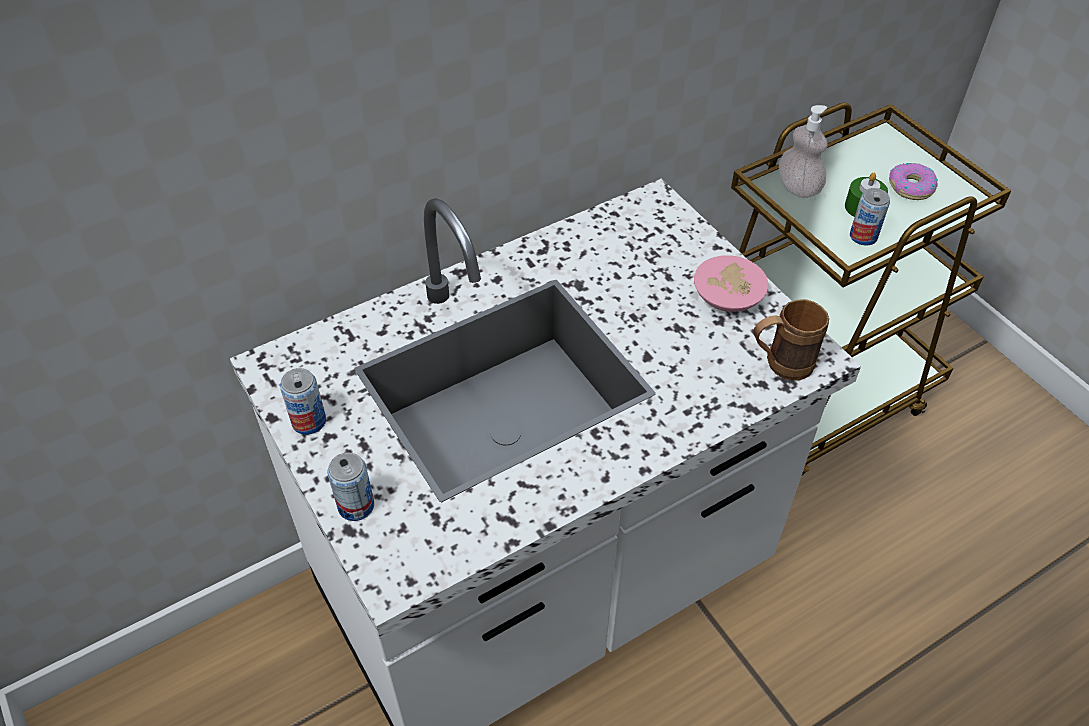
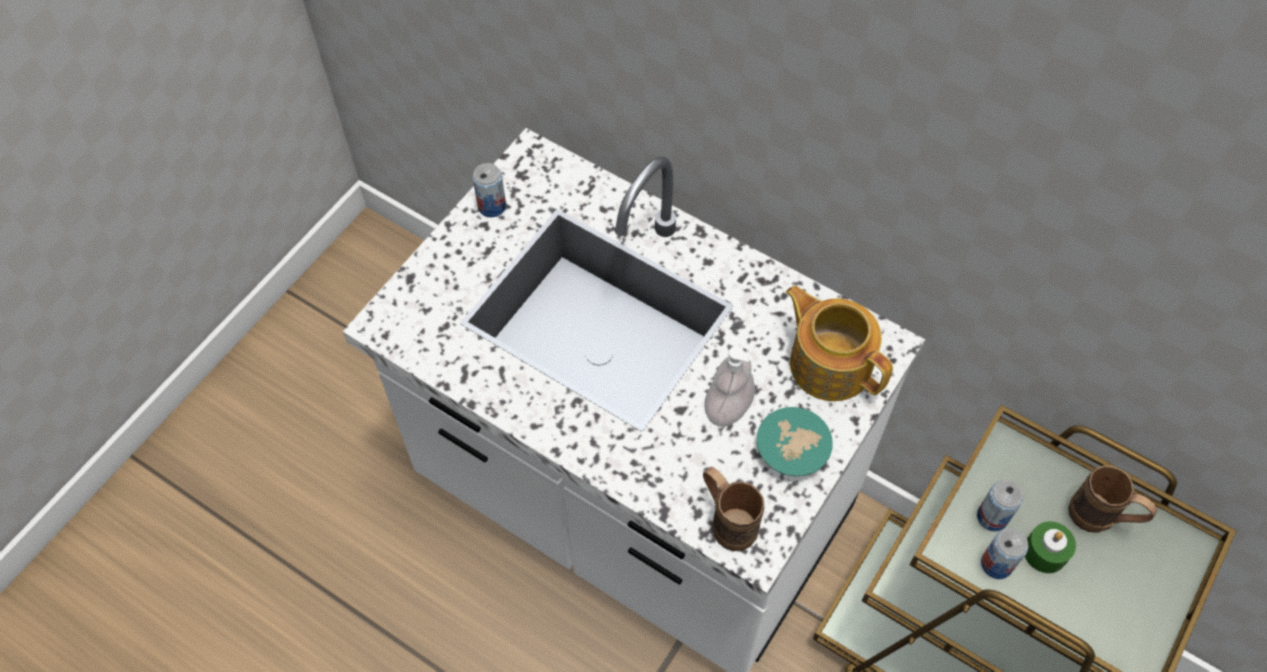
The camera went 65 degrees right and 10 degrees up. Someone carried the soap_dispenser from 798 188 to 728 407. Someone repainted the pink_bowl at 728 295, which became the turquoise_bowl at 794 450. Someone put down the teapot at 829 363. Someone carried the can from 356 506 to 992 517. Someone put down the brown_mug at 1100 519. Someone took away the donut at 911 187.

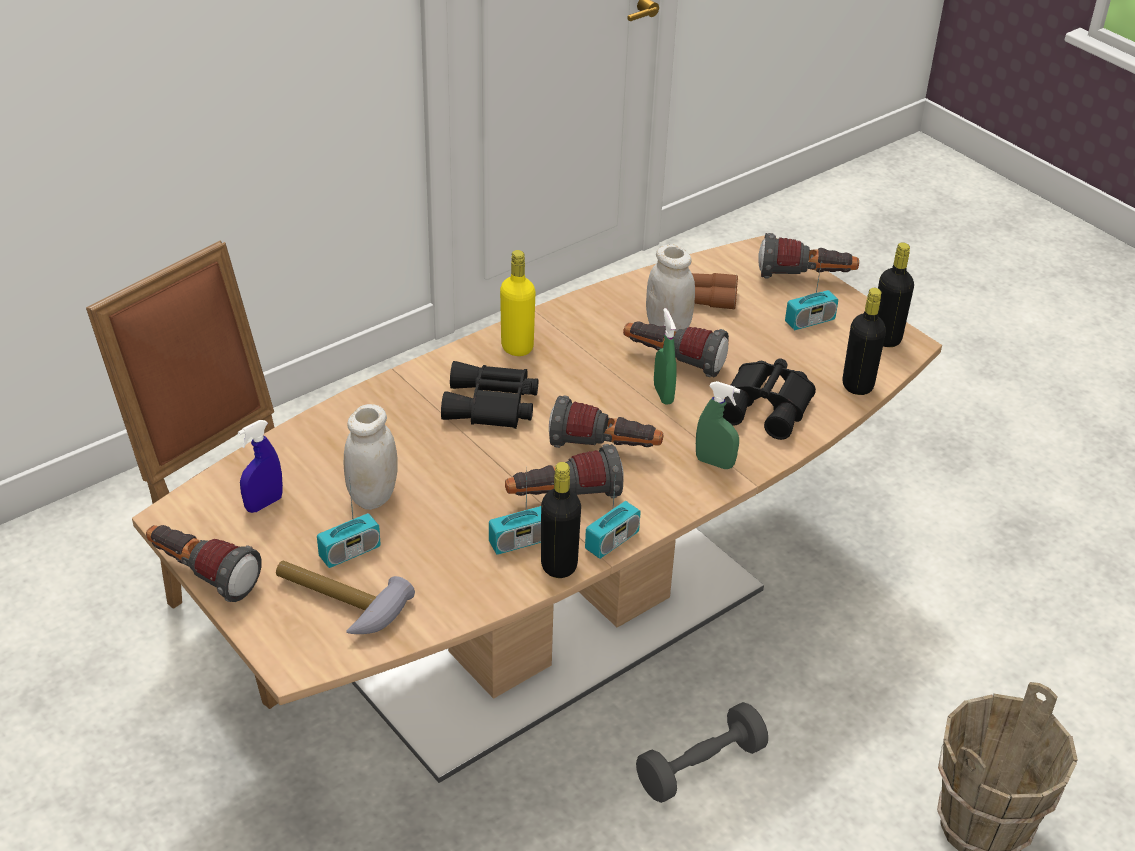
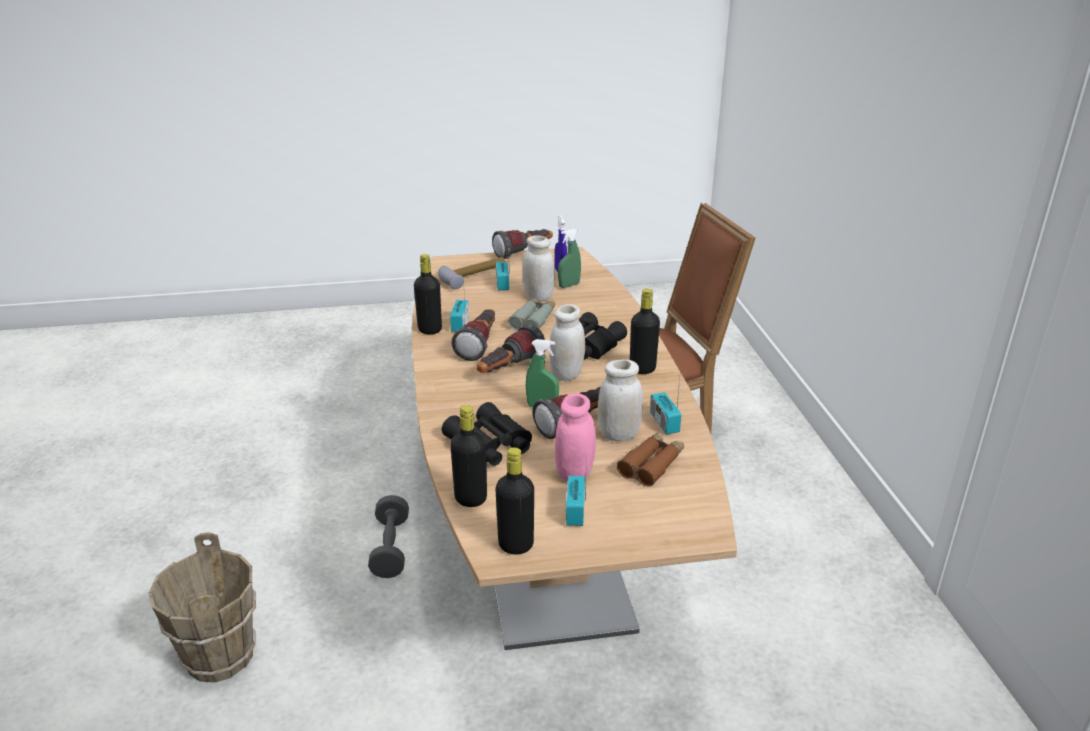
The camera went 120 degrees right and 10 degrees down. Someone put down the grey_binoculars at 533 320. Someone put down the white_jar at 567 374. Someone put down the pink_jar at 574 474. Someone carried the green_spray_bottle from 714 463 to 569 285. Someone repainted the yellow_bottle at 517 347, which became the black_bottle at 642 369. Someone carried the radio from 612 541 to 664 423. Someone took away the flashlight at 805 278.

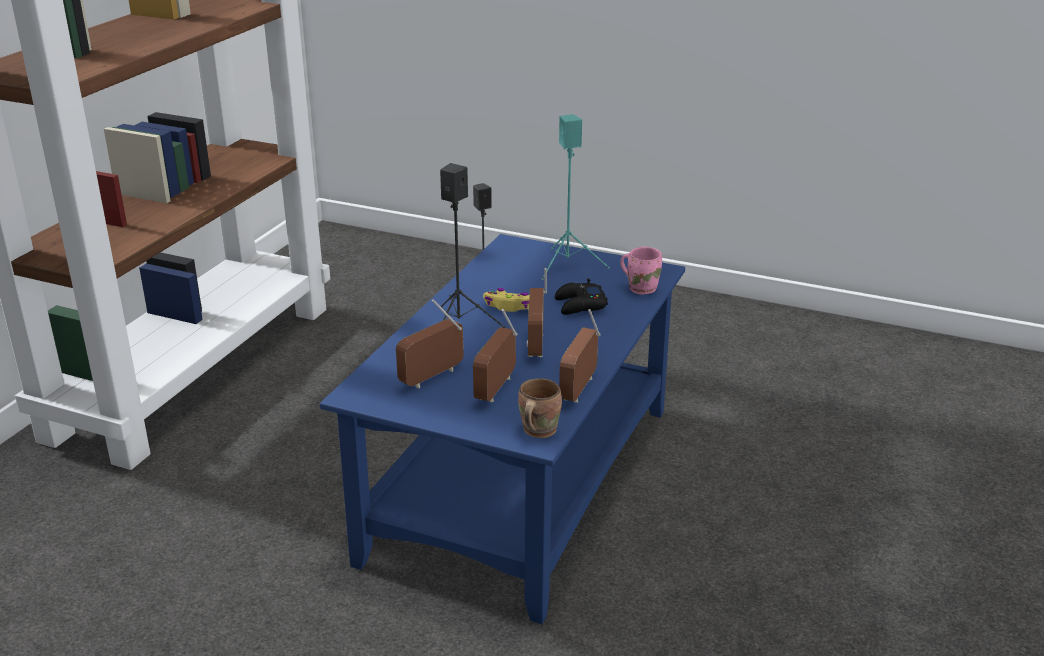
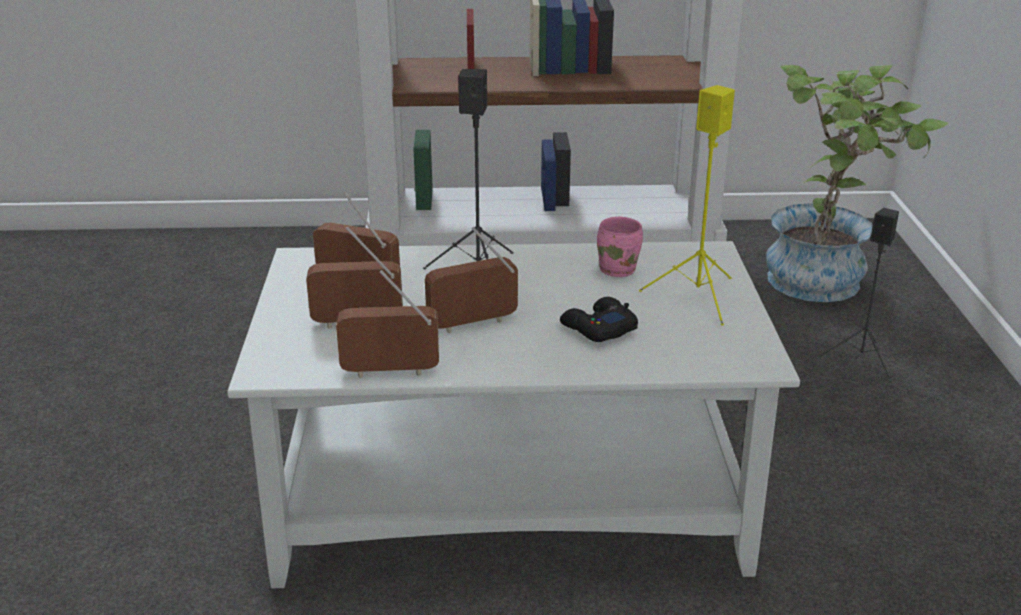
The camera went 65 degrees right and 0 degrees up. Someone repainted the blue_coffee_table at 521 485, which became the white_coffee_table at 506 501. Someone carried the pink_mug from 641 288 to 619 269. Someone repainted the turquoise_speaker at 568 265, which became the yellow_speaker at 698 297. Someone put down the potted_plant at 827 279. Someone took away the yellow_game_controller at 510 306. Someone took away the brown_mug at 536 430.

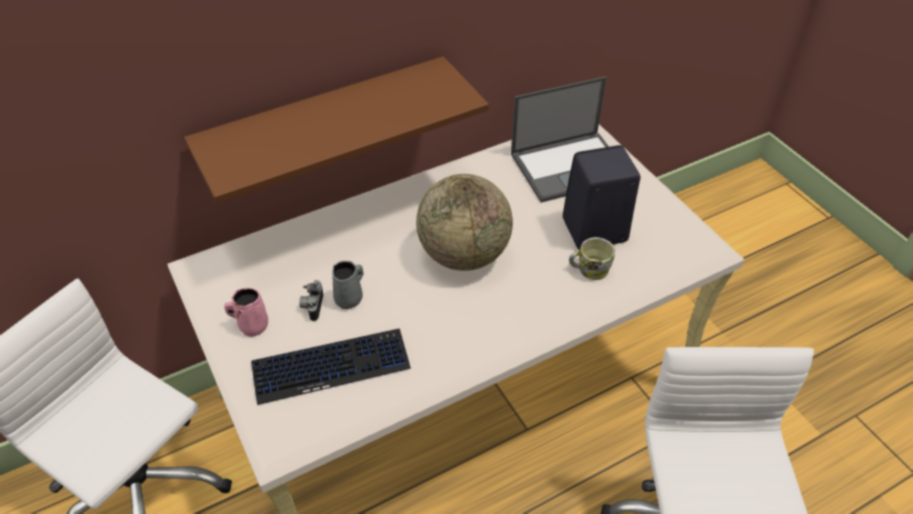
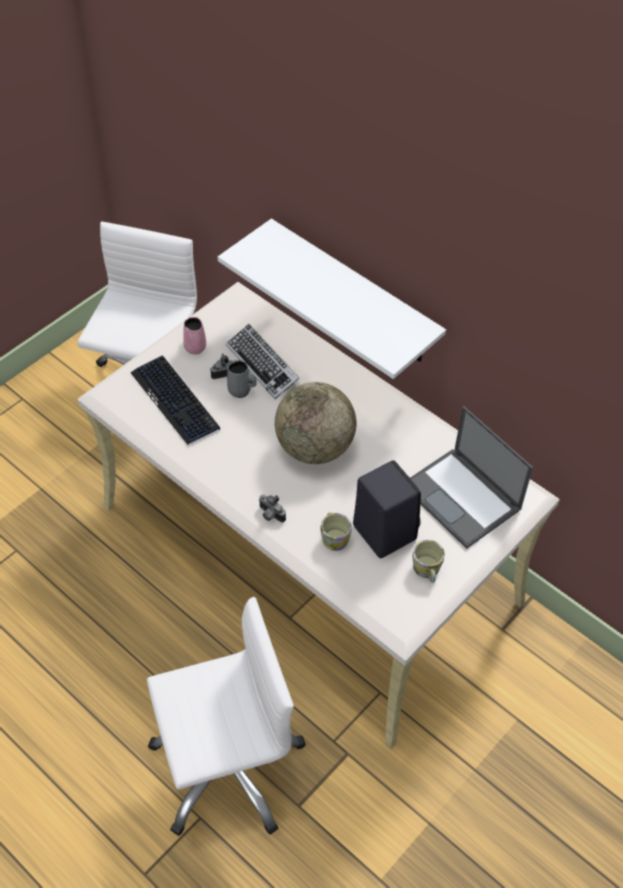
The camera went 70 degrees right and 5 degrees up. Someone repainted the brown_shelf at 325 124, which became the white_shelf at 353 294. Someone put down the keyboard at 262 365. Someone put down the photo_camera at 270 515. Someone put down the mug at 427 571.

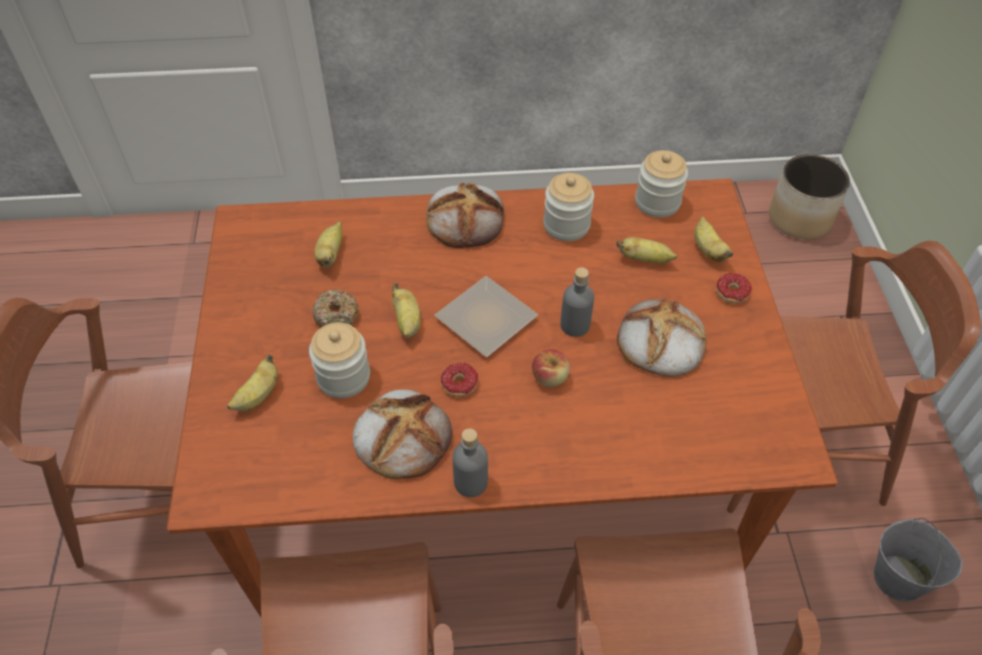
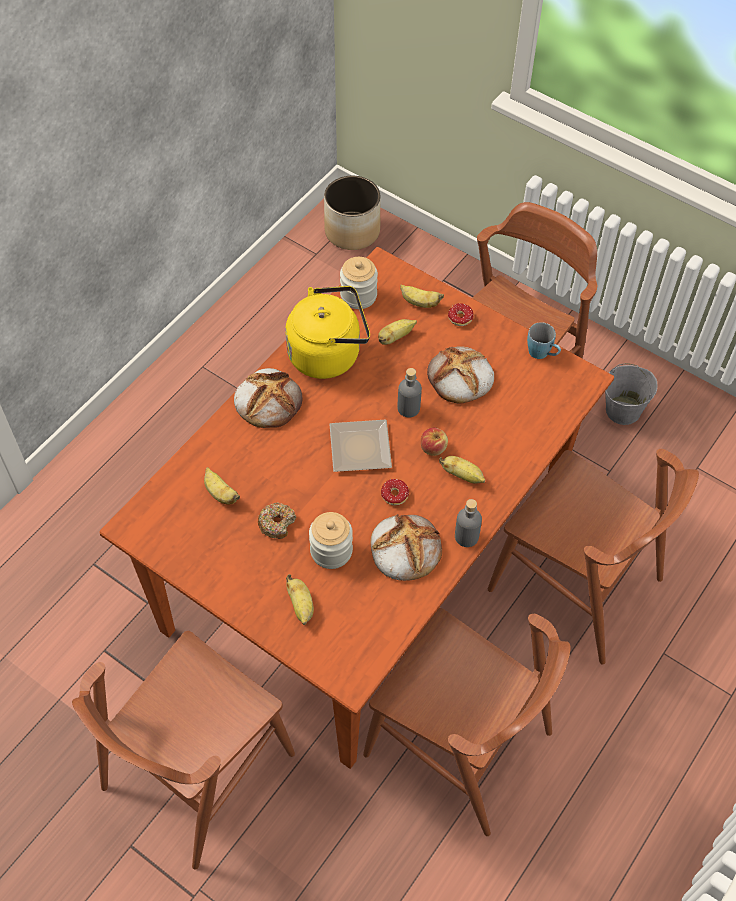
The camera went 50 degrees left and 5 degrees up. Someone swapped the jar at 566 225 for the yellow_kettle at 328 353. Someone carried the banana from 407 322 to 462 475. Someone put down the blue_mug at 542 354.

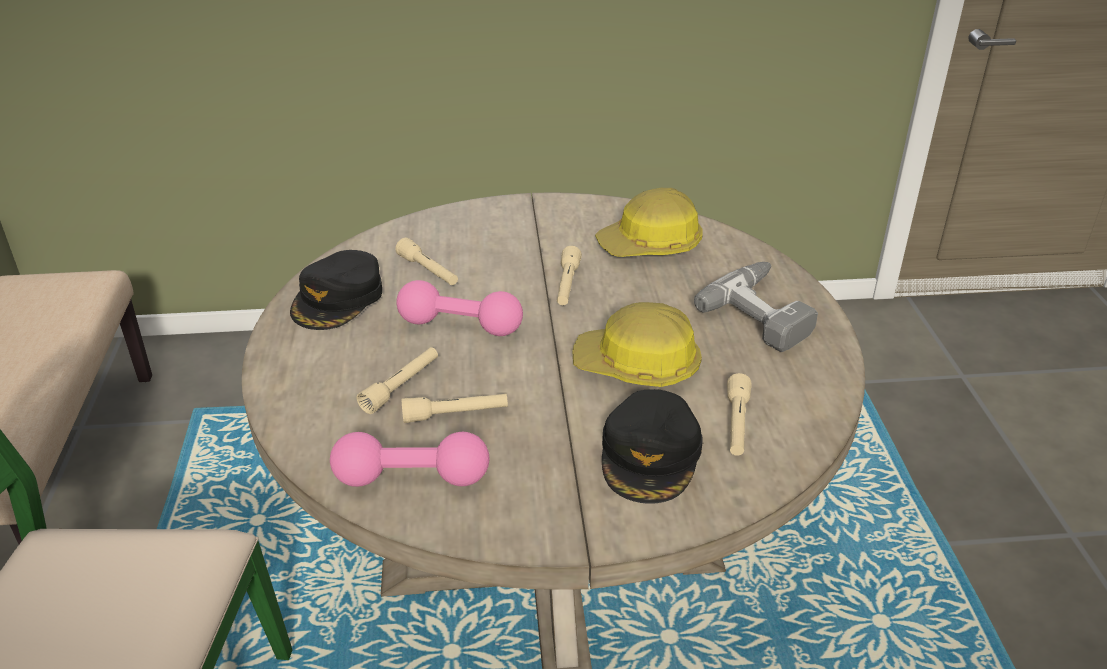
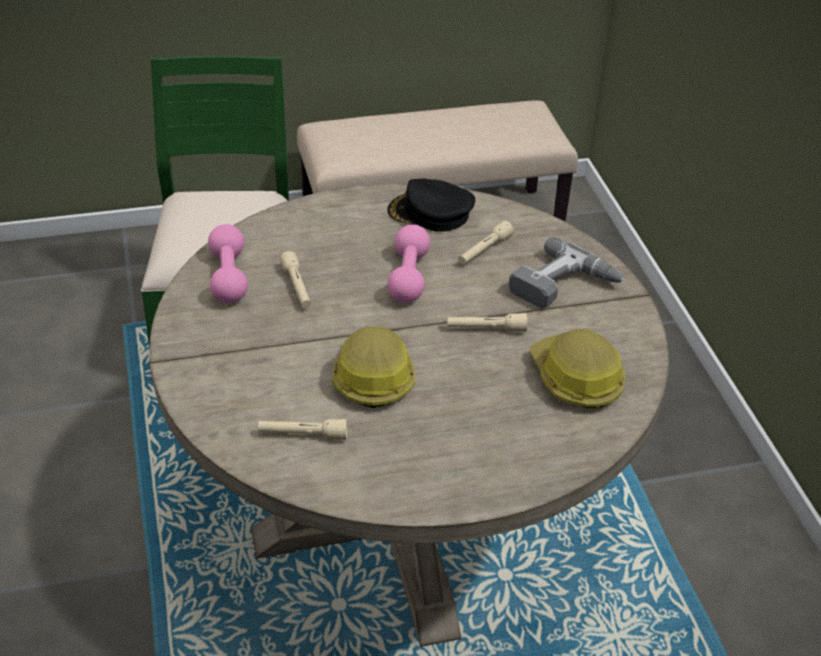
The camera went 80 degrees right and 5 degrees up. Someone carried the power_drill from 766 313 to 565 287. Someone took away the beige_flashlight at 401 386. Someone took away the black_cap at 651 455.

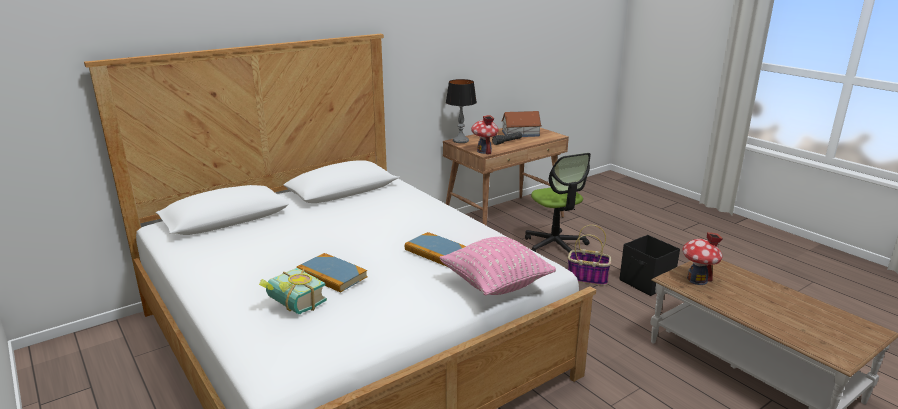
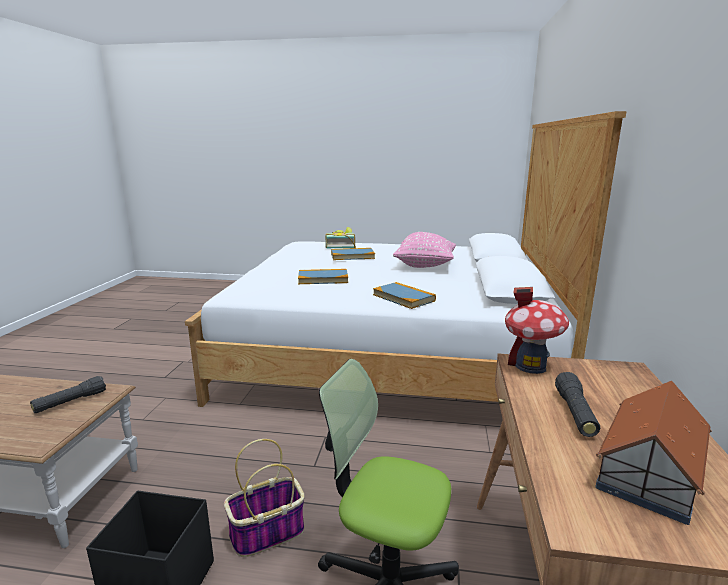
The camera went 135 degrees right and 5 degrees down. Someone swapped the toy_house at 697 280 for the black_flashlight at 70 402. Someone put down the book at 403 298. Someone carried the pink_pillow from 496 285 to 425 266. Someone took away the table_lamp at 460 141.

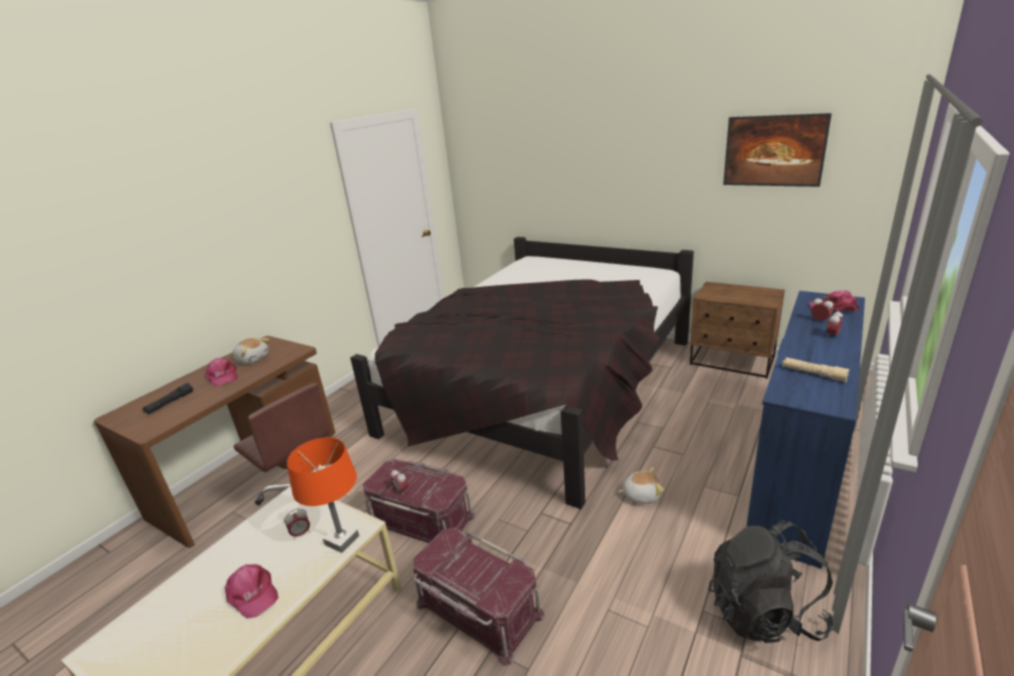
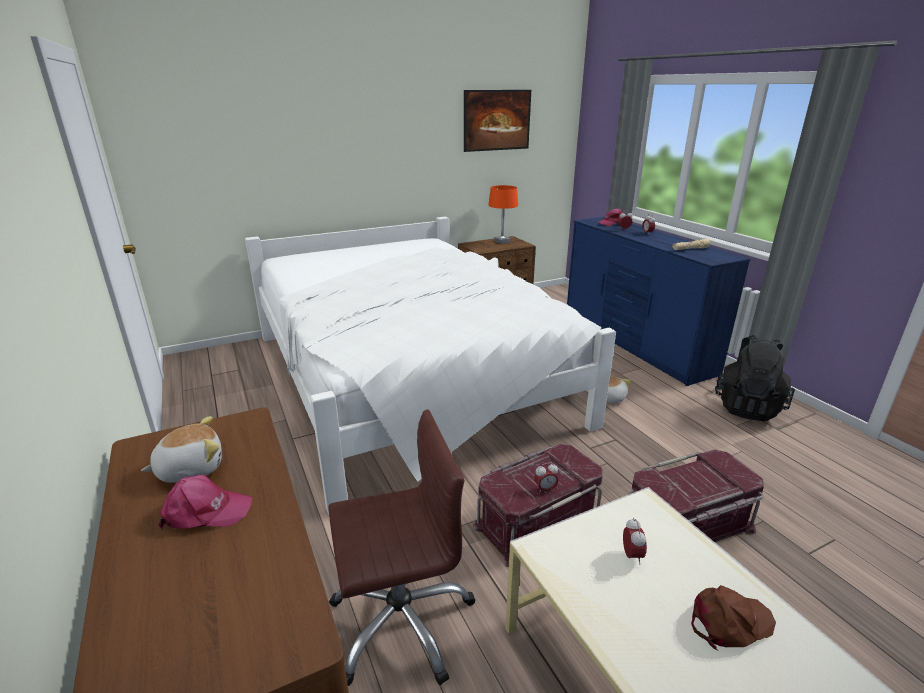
The camera went 60 degrees left and 0 degrees up. Someone repainted the black_bed at 544 386, which became the white_bed at 409 377. Someone carried the orange_table_lamp from 341 540 to 502 241. Someone repainted the pink_cap at 252 594, which became the brown_cap at 729 622. Someone took away the black_flashlight at 170 403.

